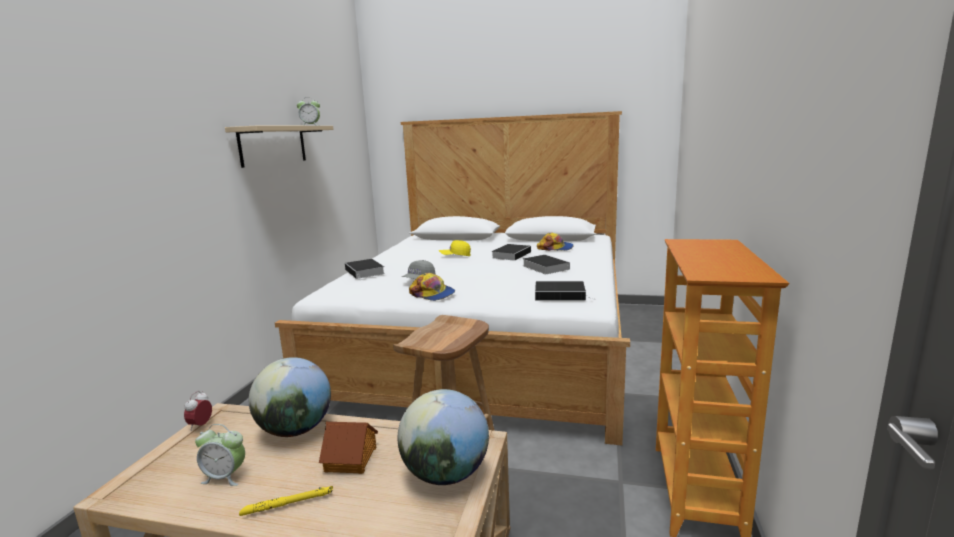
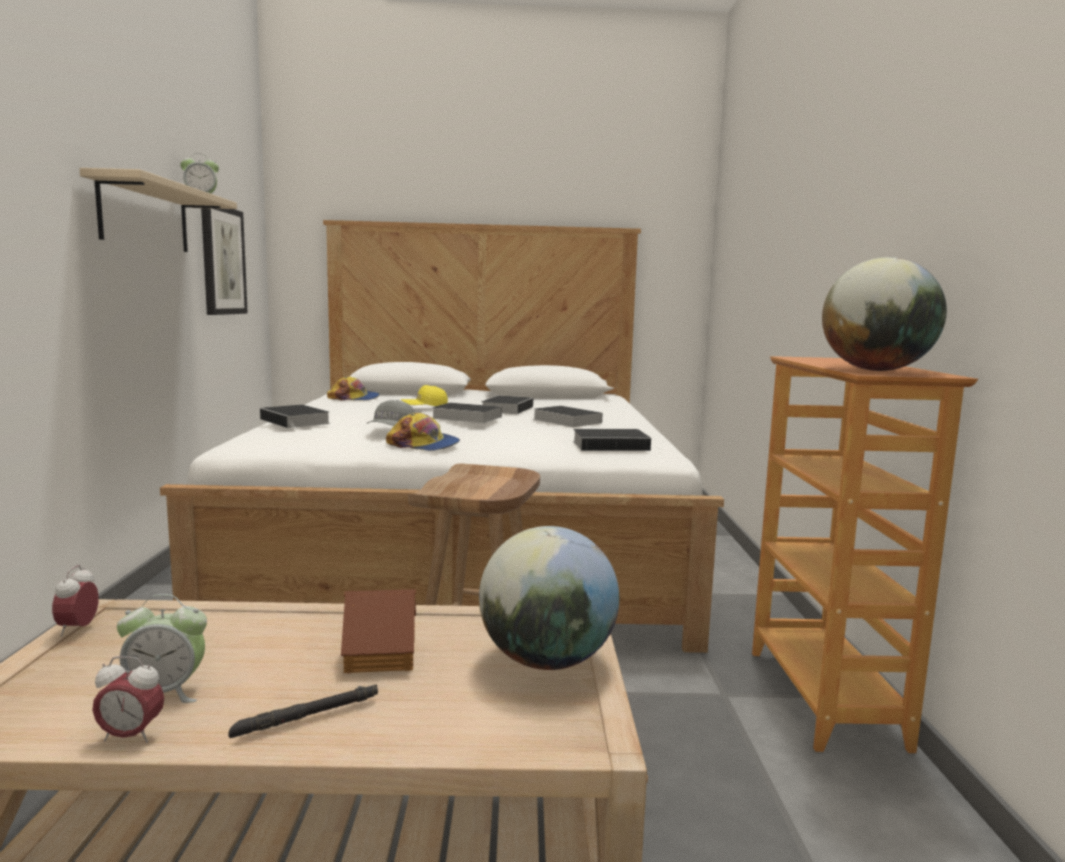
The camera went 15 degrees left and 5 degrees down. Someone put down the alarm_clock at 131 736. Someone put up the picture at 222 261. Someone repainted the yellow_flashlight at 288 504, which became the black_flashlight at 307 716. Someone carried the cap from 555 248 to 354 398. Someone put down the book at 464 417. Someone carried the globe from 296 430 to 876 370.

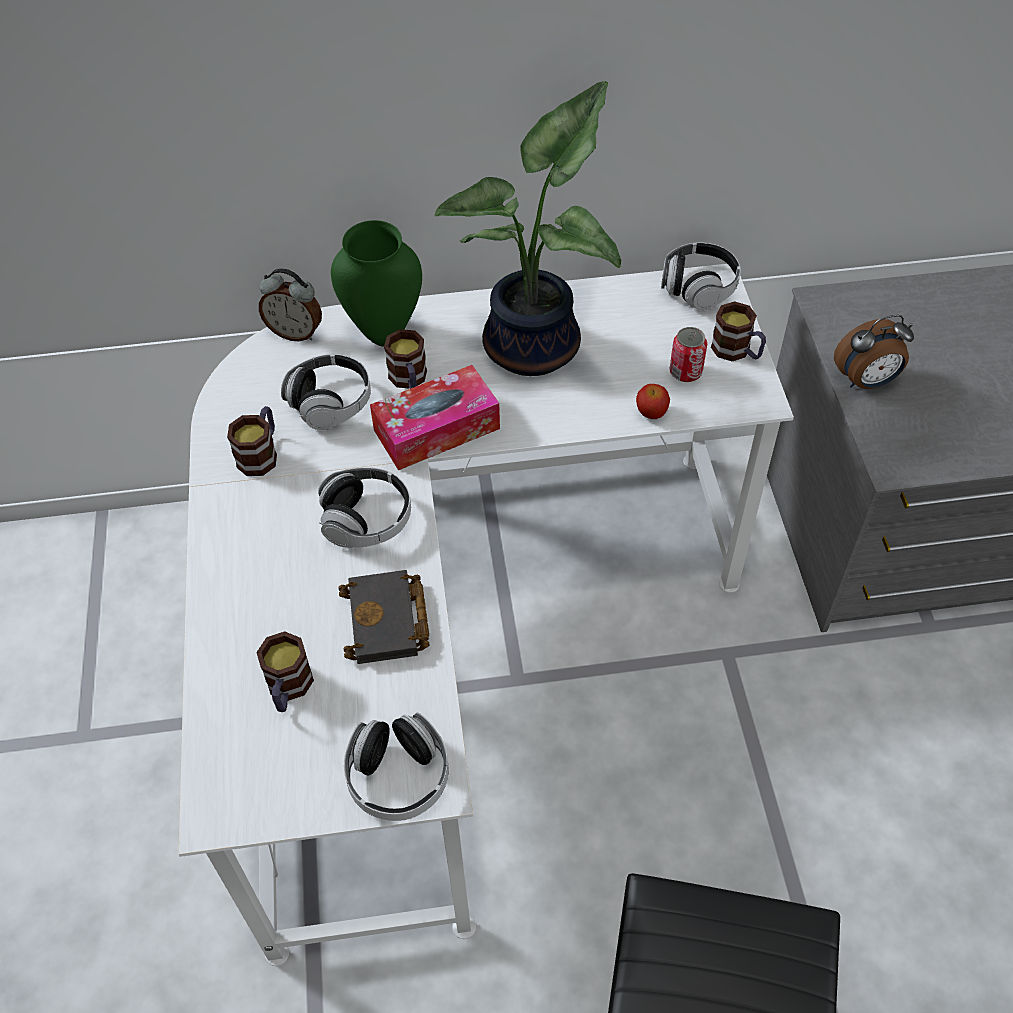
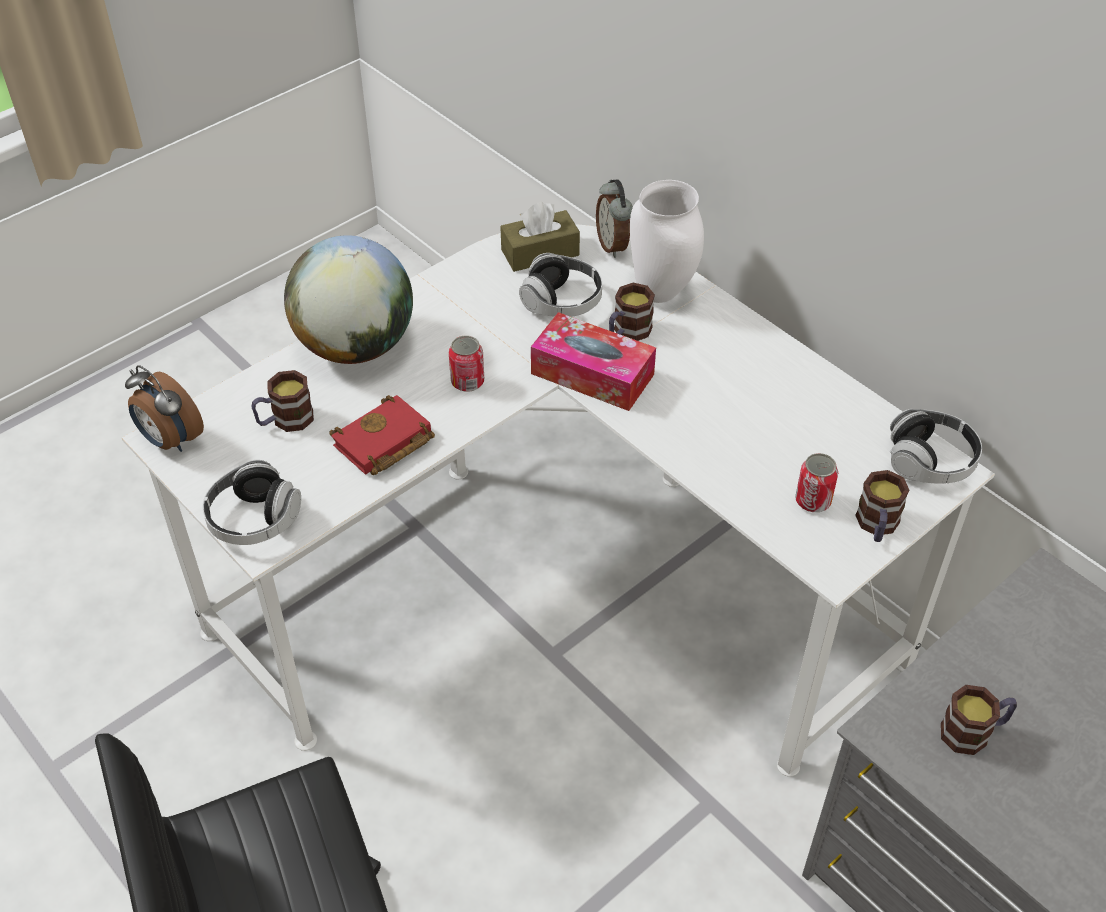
The camera went 55 degrees right and 5 degrees down. Someone carried the alarm_clock from 866 381 to 170 440. Someone put down the globe at 356 346. Someone repainted the black_book at 388 623, which became the red_book at 383 444. Someone swapped the headphones at 366 520 for the can at 467 382. Someone put down the brown_tissue_box at 540 252. Someone repainted the green_vase at 384 336, which became the white_vase at 660 294. Someone carried the mug from 261 453 to 973 732. Someone took away the potted_plant at 538 346. Someone took away the apple at 651 412.

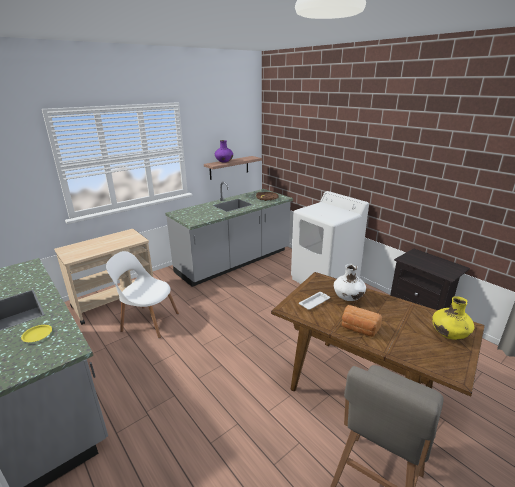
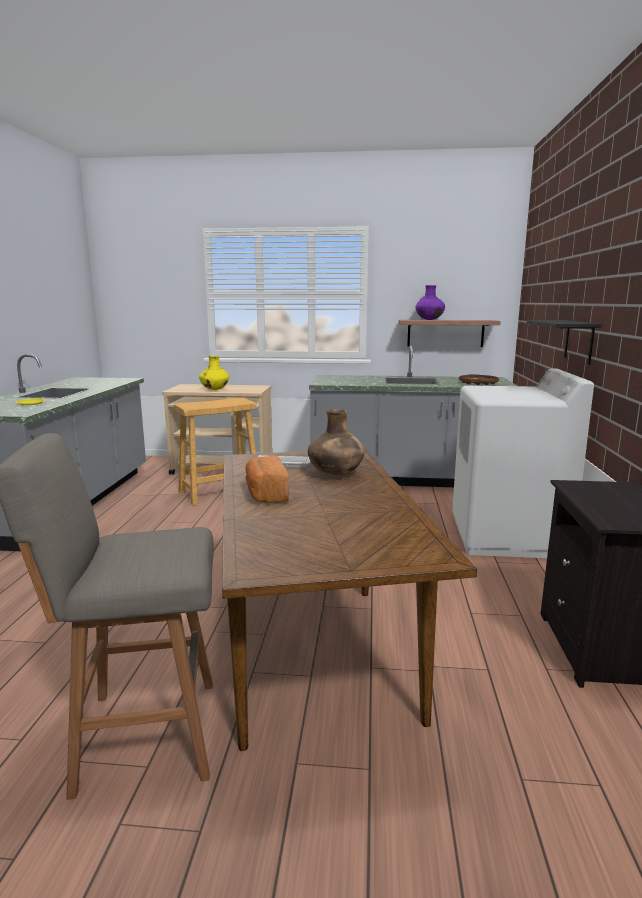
The camera went 45 degrees right and 10 degrees down. Someone swapped the white_chair at 148 321 for the beige_stool at 220 492. Someone carried the yellow_vase from 449 335 to 214 389. Someone repainted the white_vase at 348 298, which became the brown_vase at 335 474. Someone put up the black_shelf at 579 341.

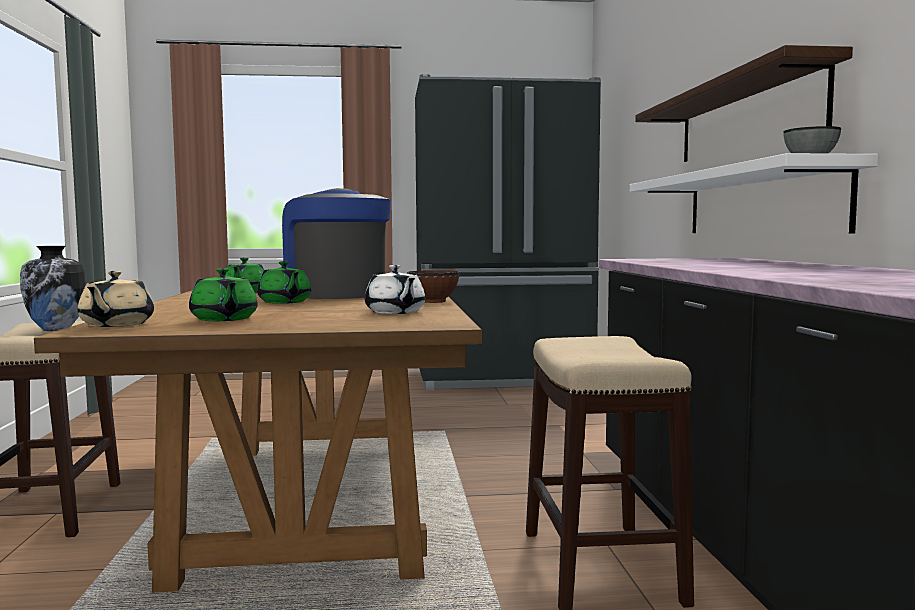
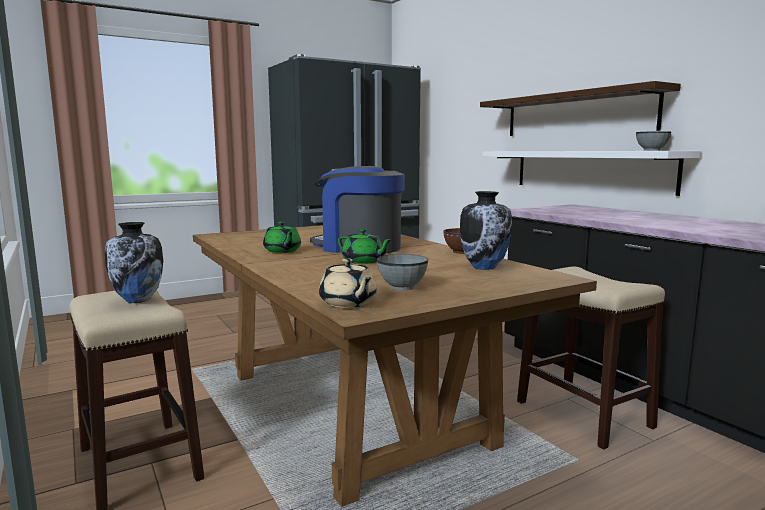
The camera went 25 degrees left and 5 degrees up. Someone swapped the green_teapot at 224 319 for the grey_bowl at 402 287. Someone swapped the white_teapot at 395 312 for the vase at 484 267.

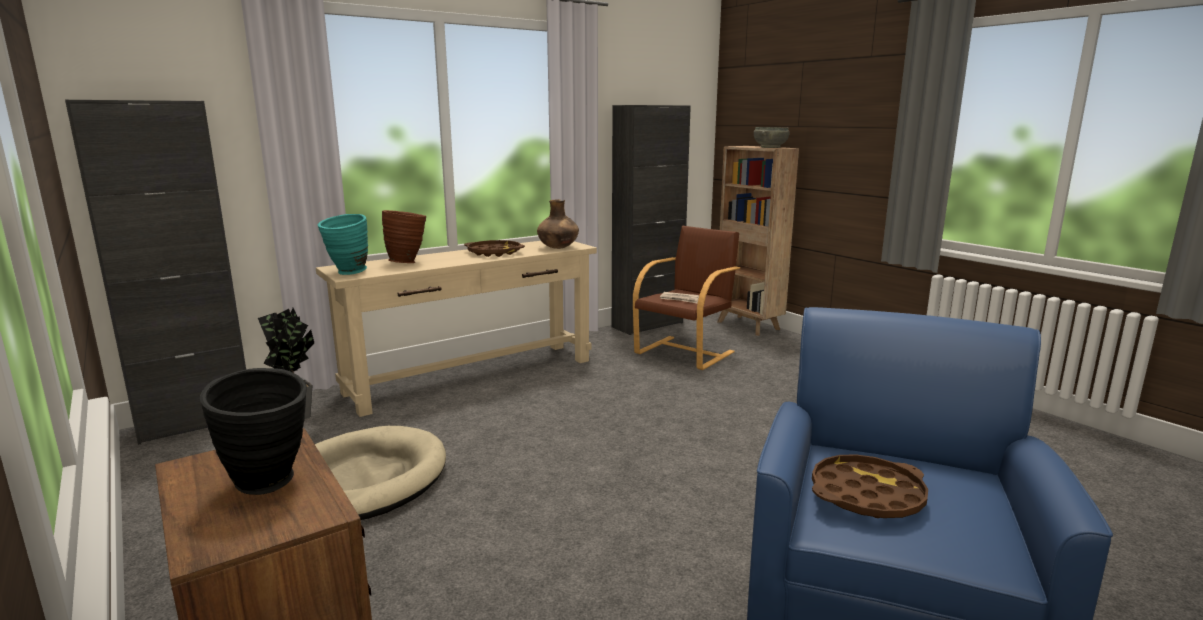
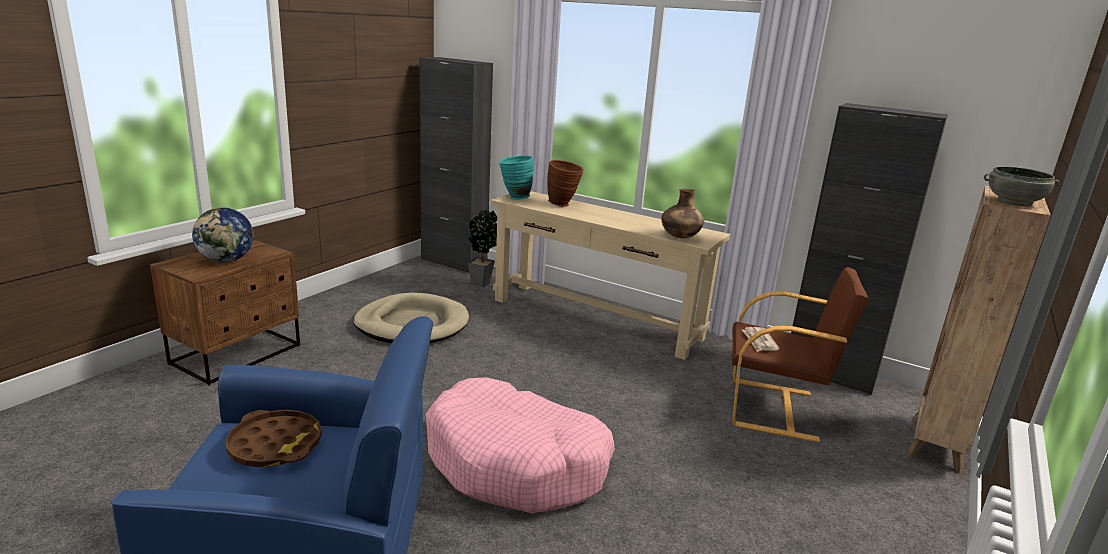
The camera went 65 degrees right and 5 degrees up. Someone swapped the black_vase at 270 486 for the globe at 226 260. Someone put down the pink_dog_bed at 516 463. Someone took away the brown_tray at 494 252.

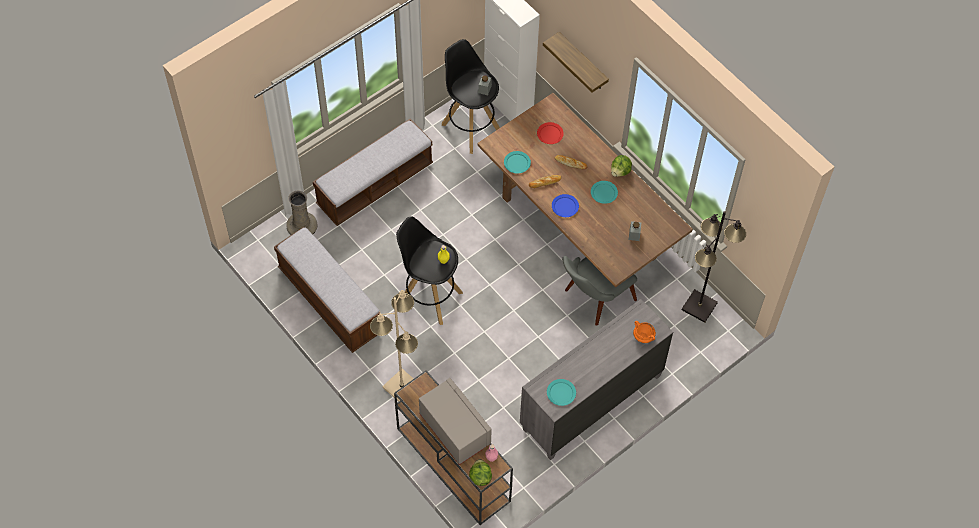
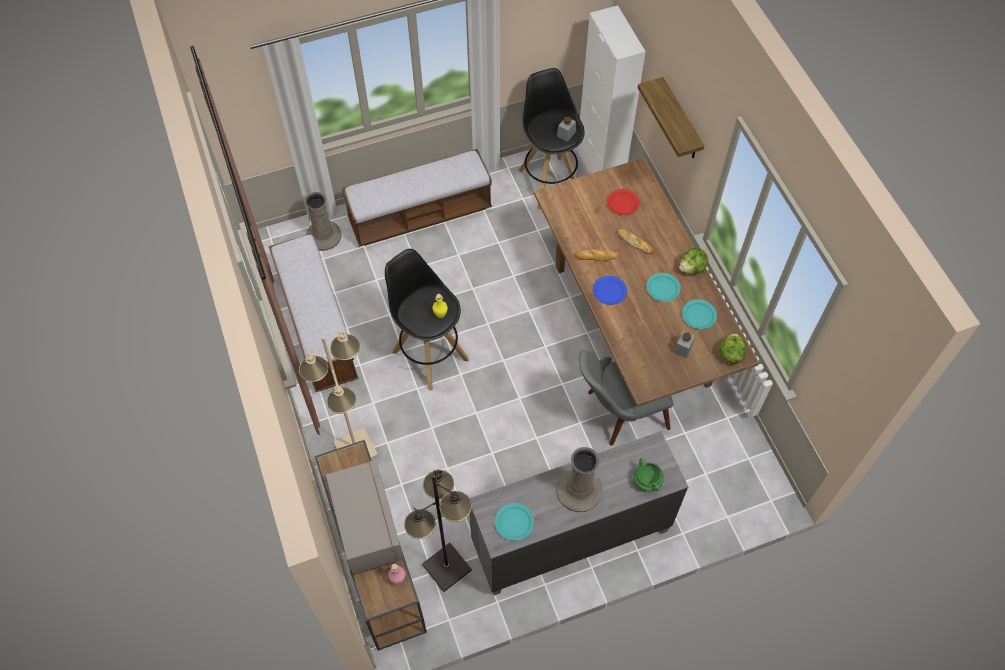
The camera went 20 degrees right and 0 degrees up. Someone carried the black_floor_lamp from 699 307 to 446 568. Someone put down the beige_vase at 578 490. Someone repainted the orange_cooking_pot at 644 336, which became the green_cooking_pot at 647 481. Someone carried the turquoise_plate from 517 163 to 699 315. Someone carried the lettuce from 480 477 to 730 354.

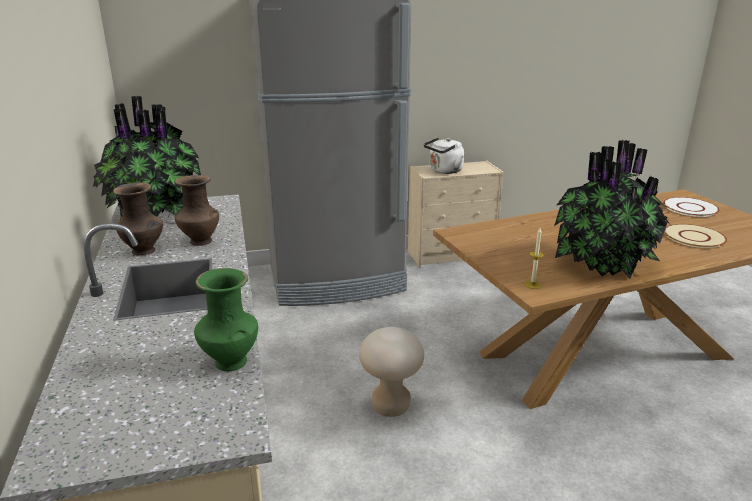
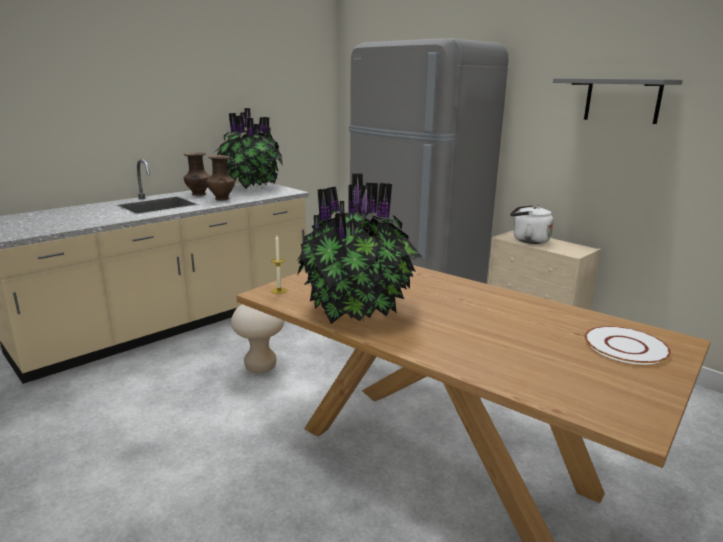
The camera went 60 degrees right and 5 degrees down. Someone put up the grey_shelf at 622 100. Someone took away the green_vase at 230 361. Someone took away the beige_plate at 693 237.

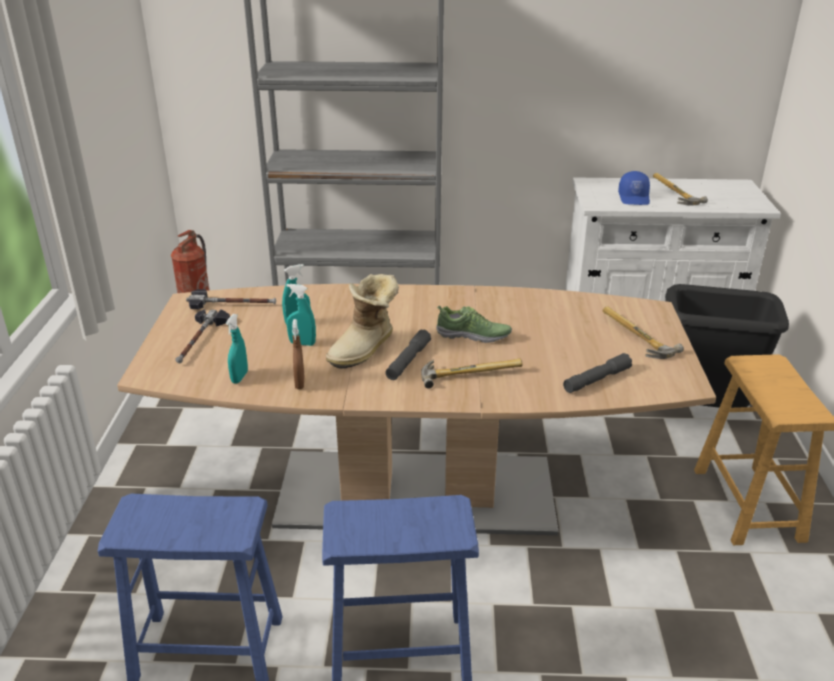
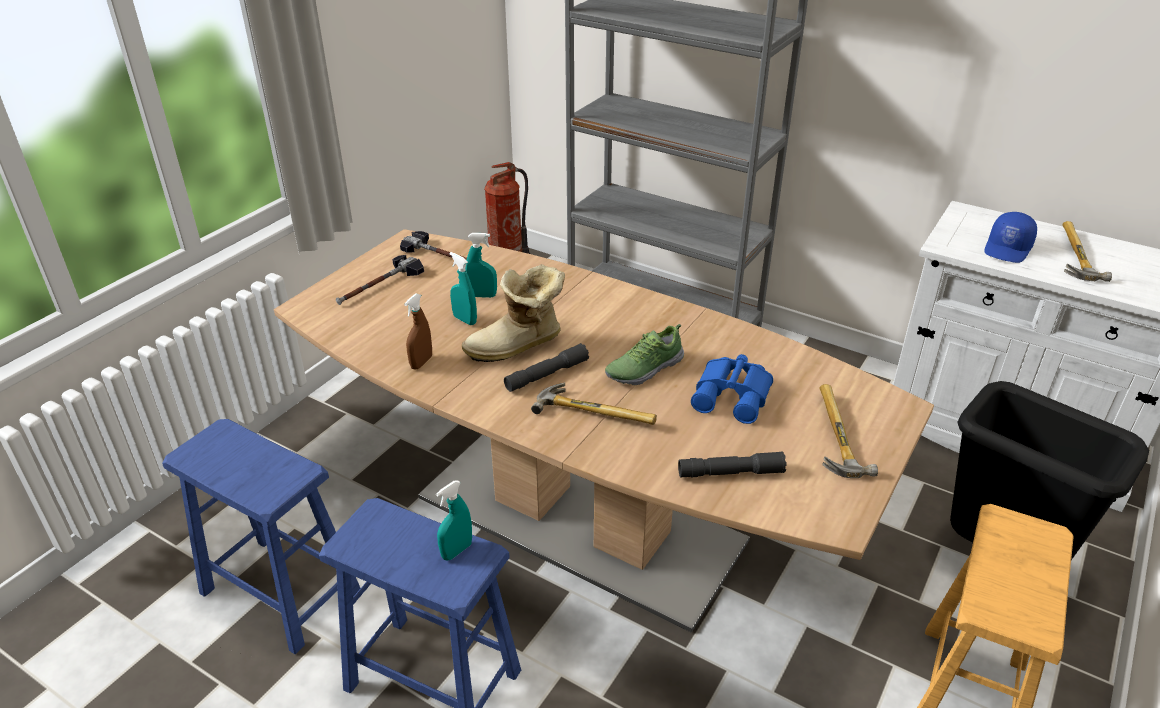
The camera went 30 degrees right and 5 degrees up. Someone carried the turquoise_spray_bottle from 239 377 to 456 551. Someone rotated the shoe at 473 335 by 105 degrees clockwise. Someone put down the blue_binoculars at 734 395.

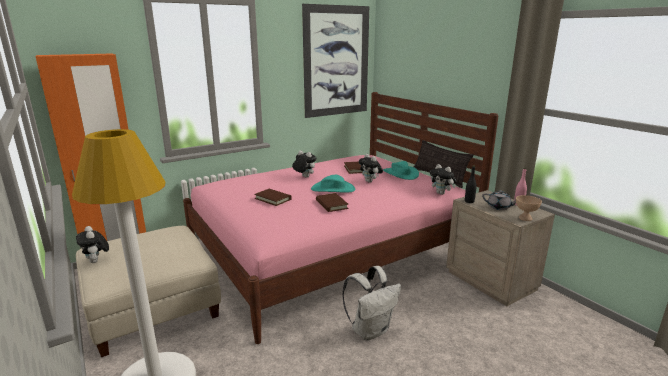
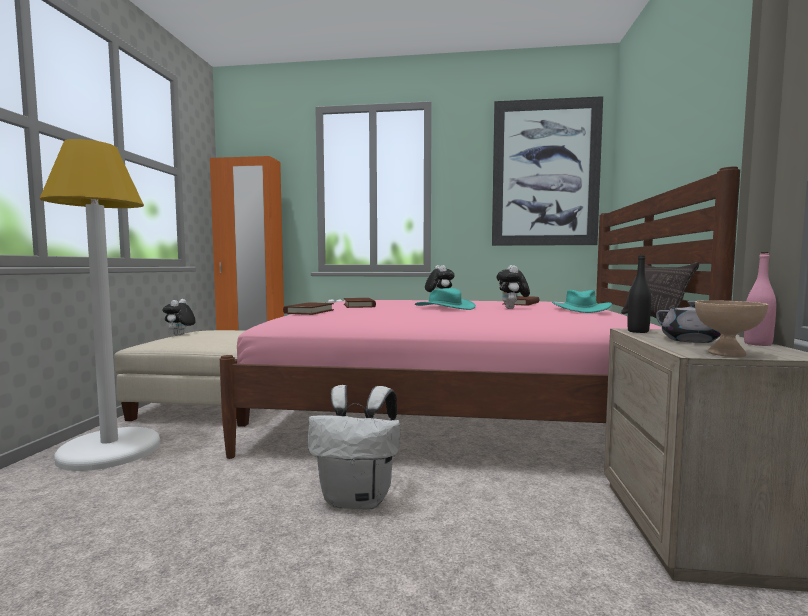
The camera went 40 degrees right and 15 degrees down. Someone carried the brown_book from 331 204 to 309 311. Someone took away the plush_toy at 442 193.

